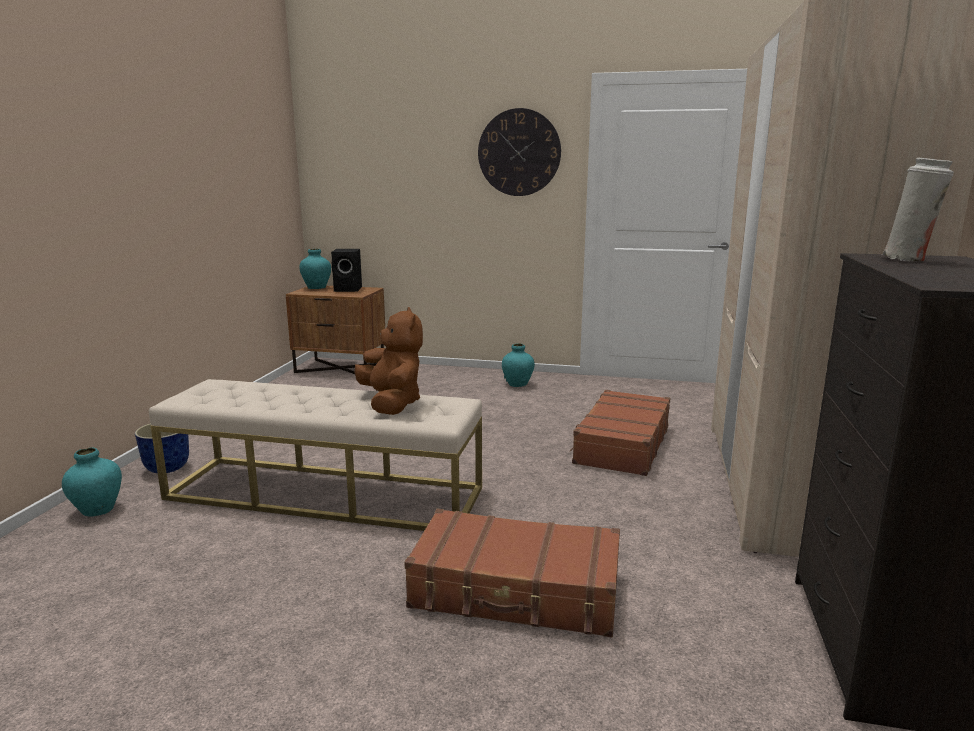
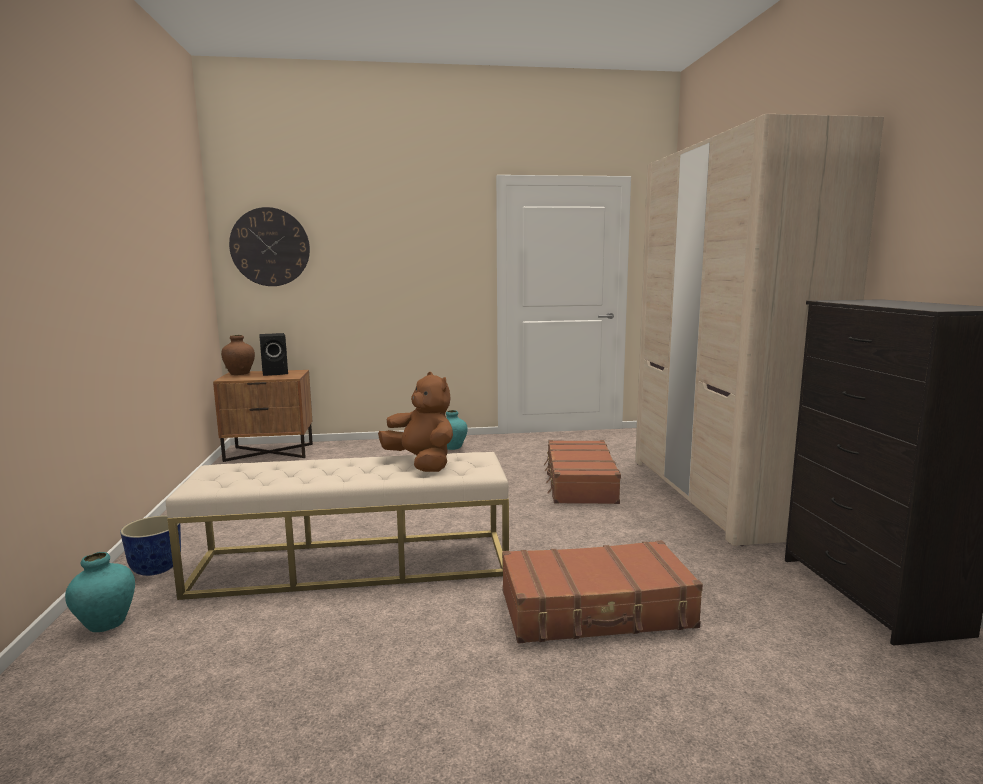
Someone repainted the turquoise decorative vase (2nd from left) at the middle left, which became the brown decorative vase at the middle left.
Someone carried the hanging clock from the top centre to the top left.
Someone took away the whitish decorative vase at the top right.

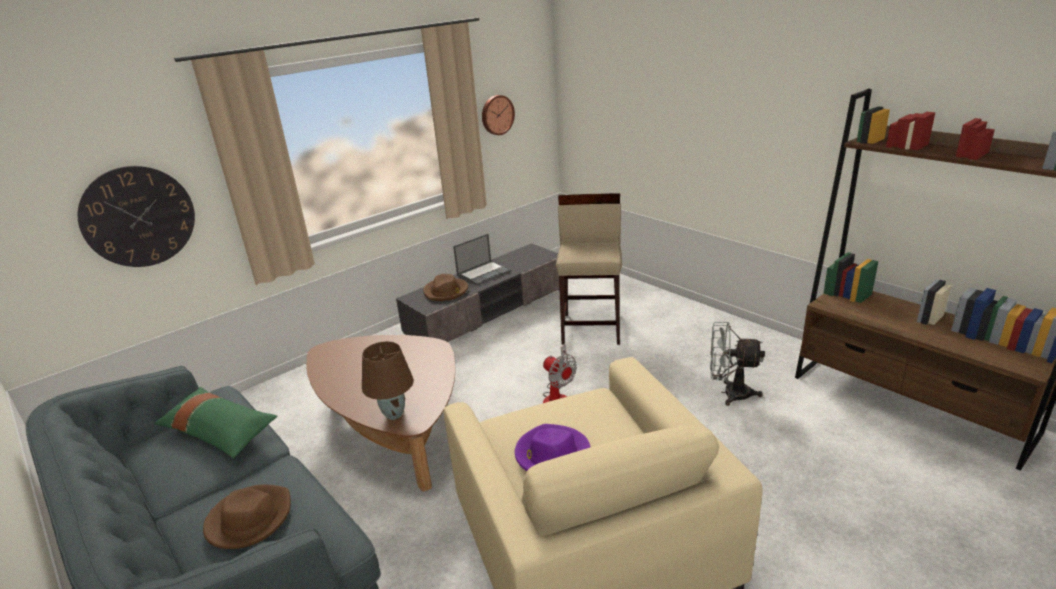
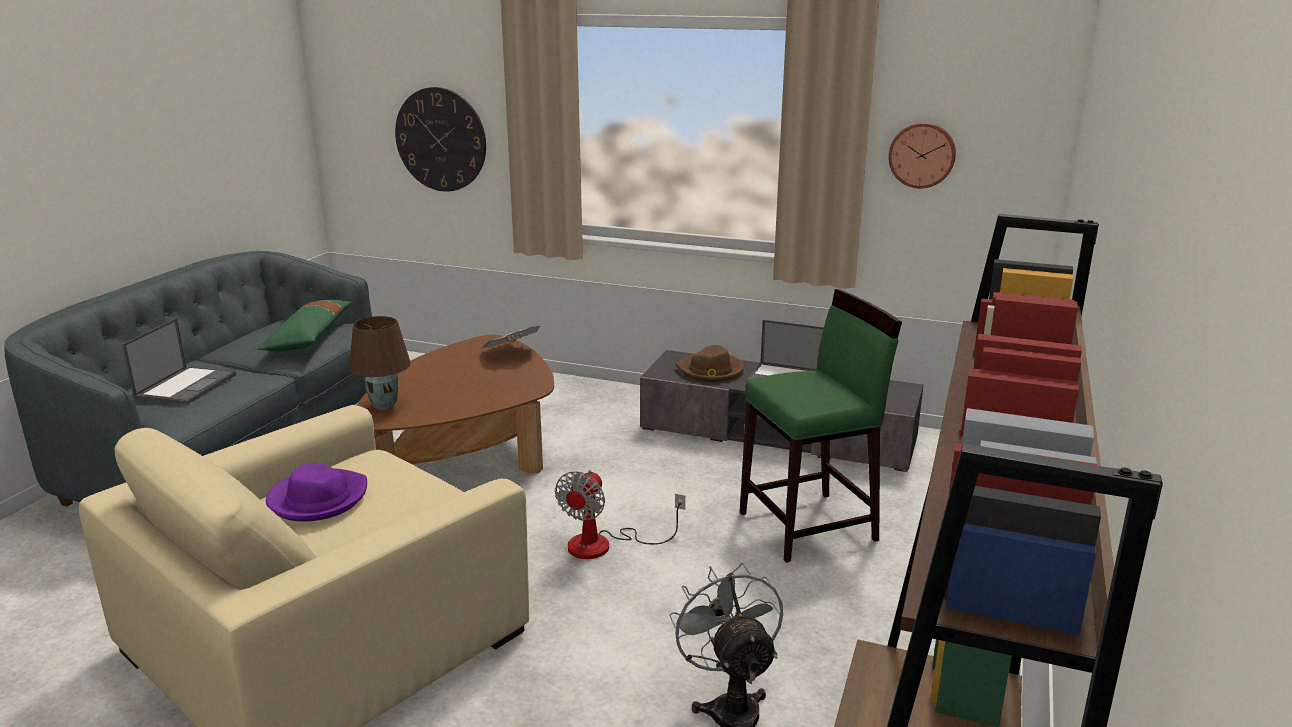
Someone swapped the brown clothing hat (1st from left) at the bottom left for the notebook computer (1st from left) at the middle left.
Someone put down the daily paper at the centre.
Someone repainted the beige-coloured stool at the centre, which became the greenish stool at the centre.

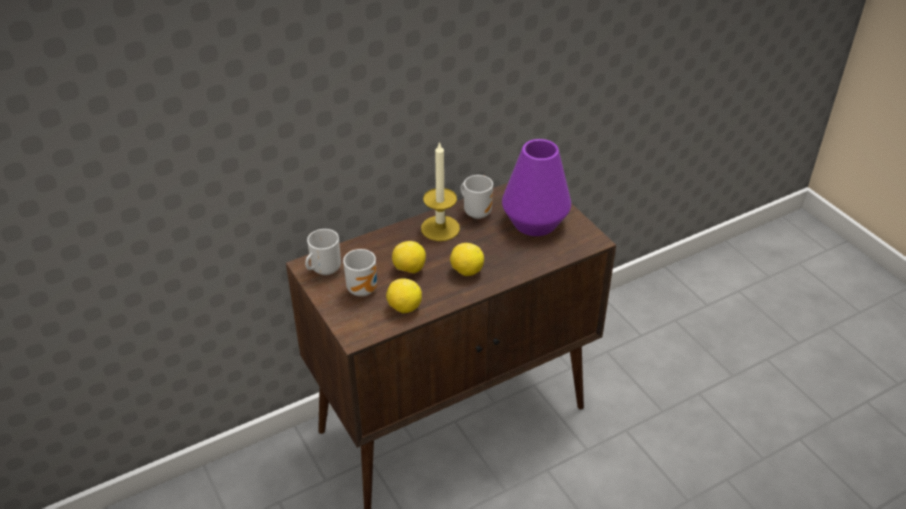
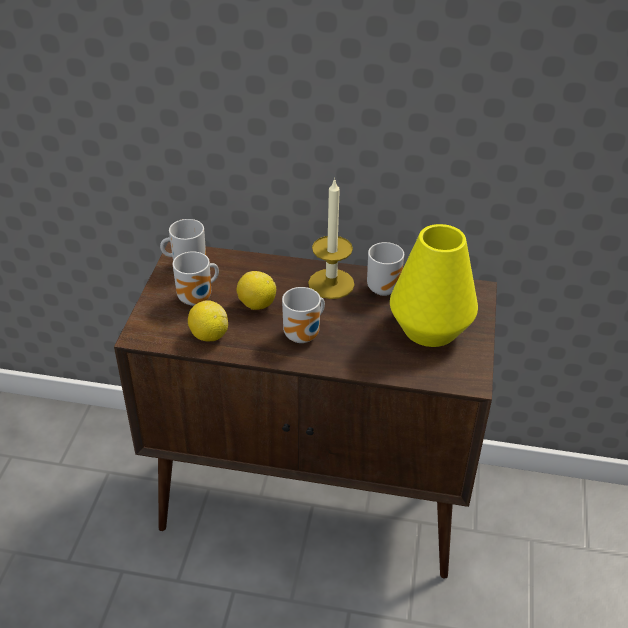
Someone swapped the whole lemon (3rd from left) at the centre for the coffee mug (3rd from left) at the centre.
Someone repainted the purple-coloured decorative vase at the centre, which became the yellow-coloured decorative vase at the middle right.

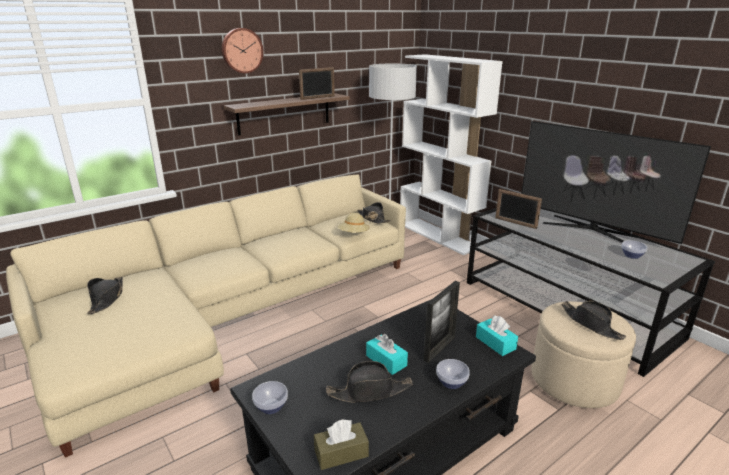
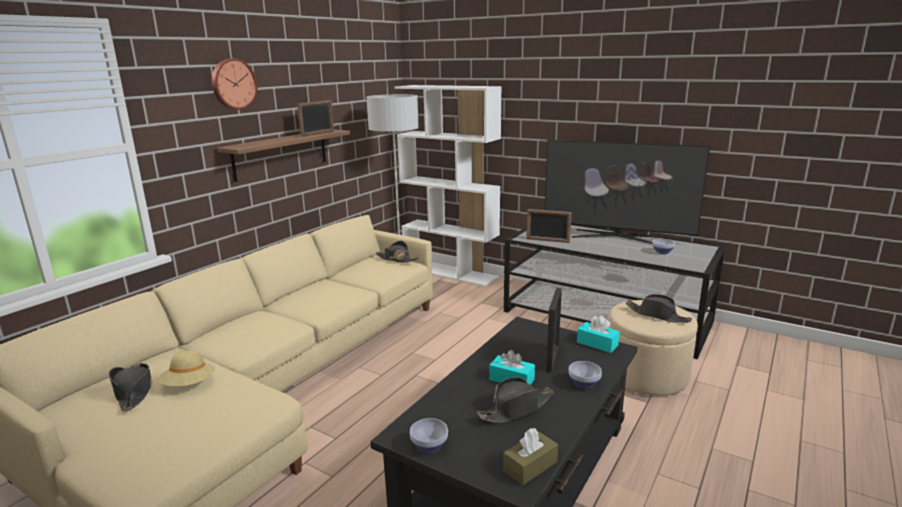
Someone carried the beige-coloured clothing hat from the centre to the bottom left.

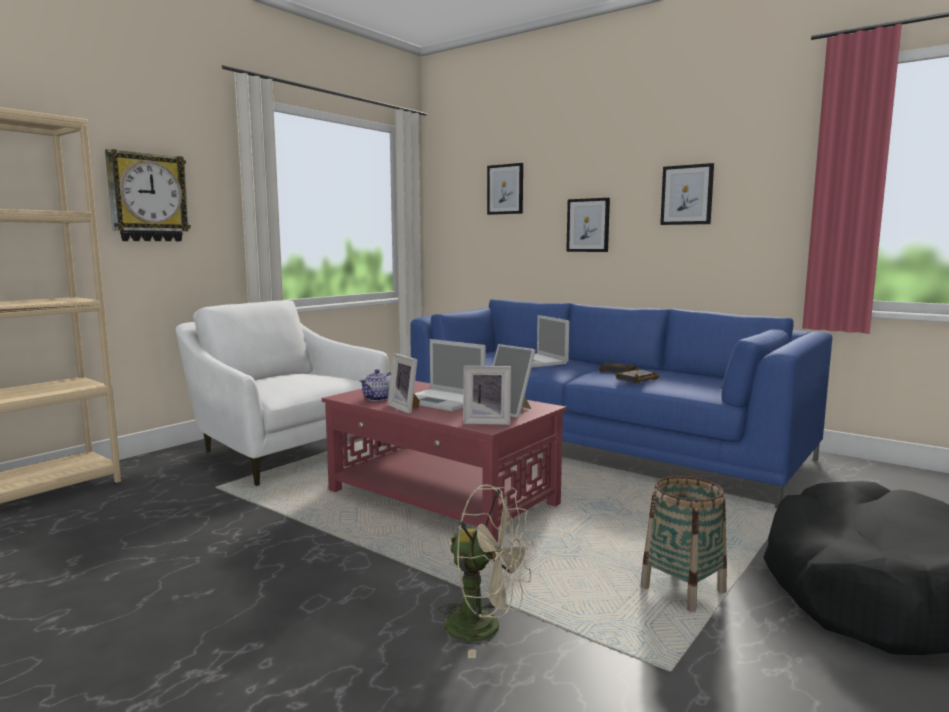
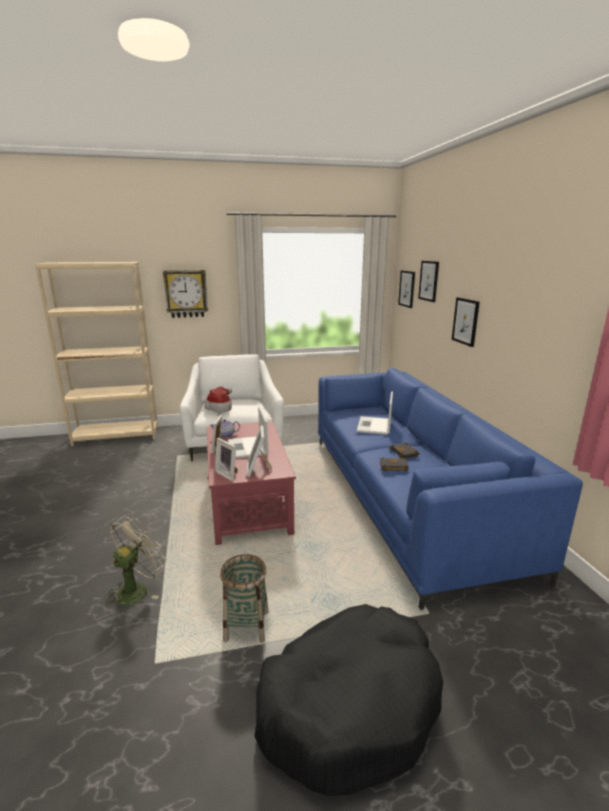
Someone rotated the beige-coloured electric fan at the bottom centre by 120 degrees counterclockwise.
Someone put down the clothing hat at the centre.
Someone carried the picture (3rd from left in the first image) from the top right to the middle right.

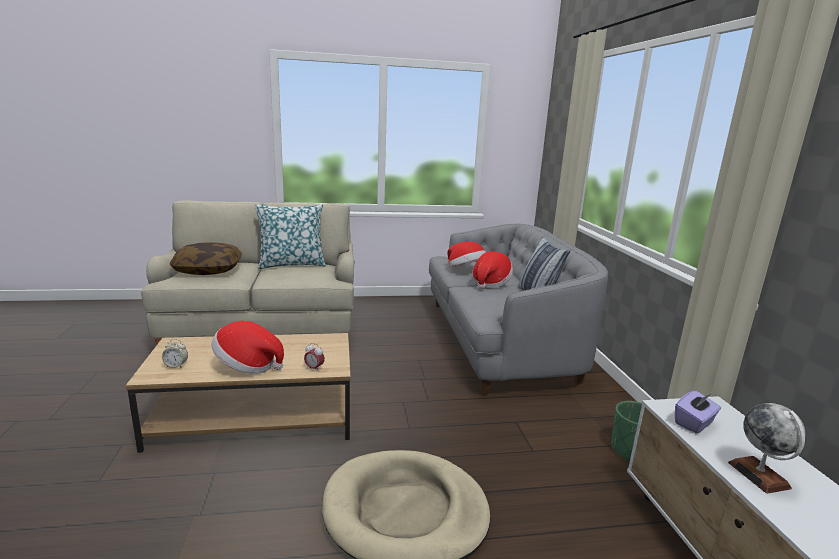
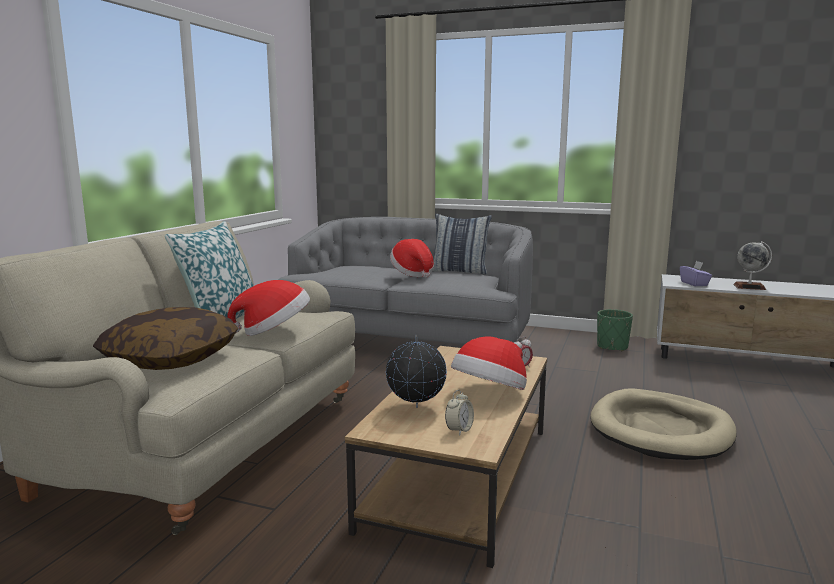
Someone carried the clothing hat (2nd from left in the first image) from the centre to the middle left.
Someone put down the desk globe (1st from left) at the centre.

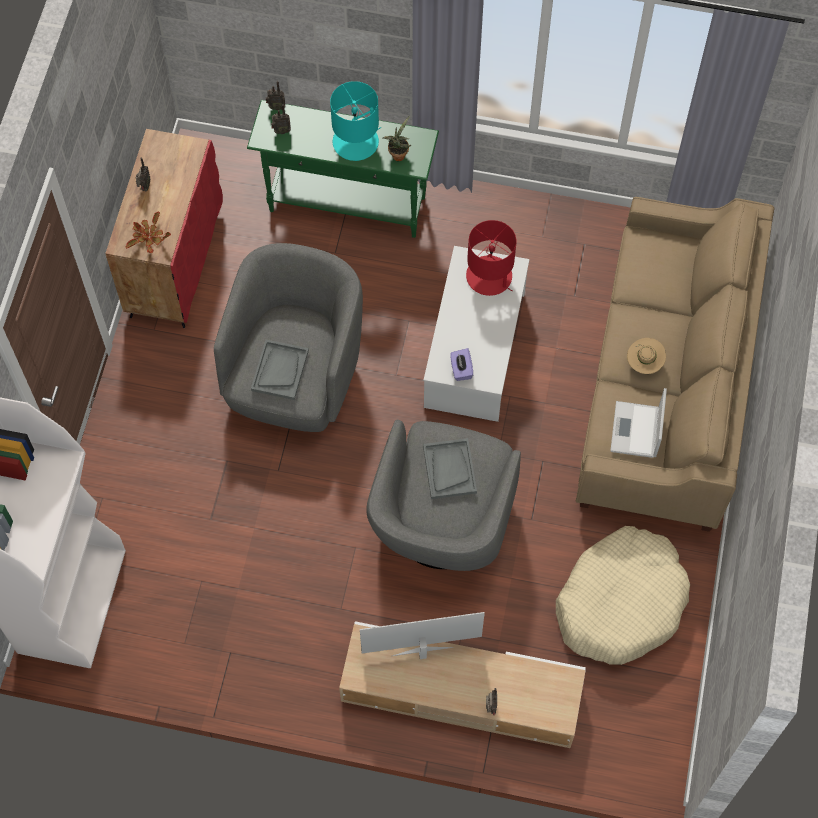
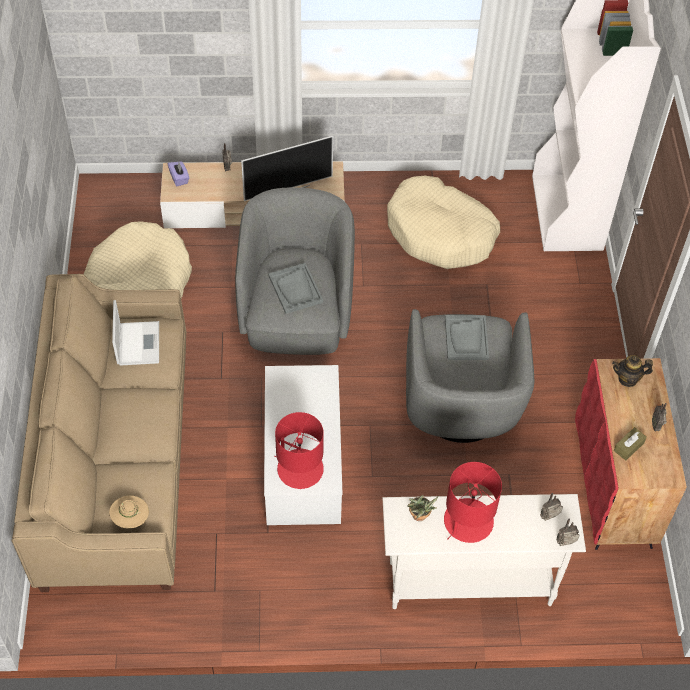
Someone carried the beige-coloured clothing hat from the middle right to the bottom left.
Someone carried the purple-coloured tissue holder from the centre to the top left.
Someone repainted the greenish console table at the top centre, which became the whitish console table at the bottom right.
Someone put down the beige-coloured pet bed (2nd from left) at the top centre.
Someone repainted the turquoise tabletop lamp at the top centre, which became the red-coloured tabletop lamp (2nd from left) at the bottom right.
Someone swapped the houseplant (1st from left) at the top left for the teapot at the middle right.
Someone put down the brown tissue holder at the middle right.

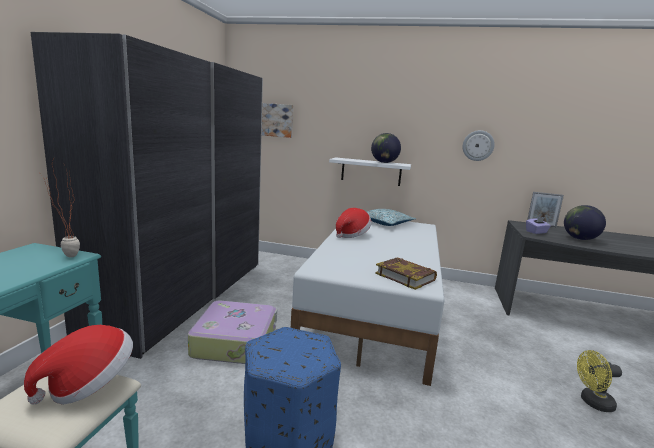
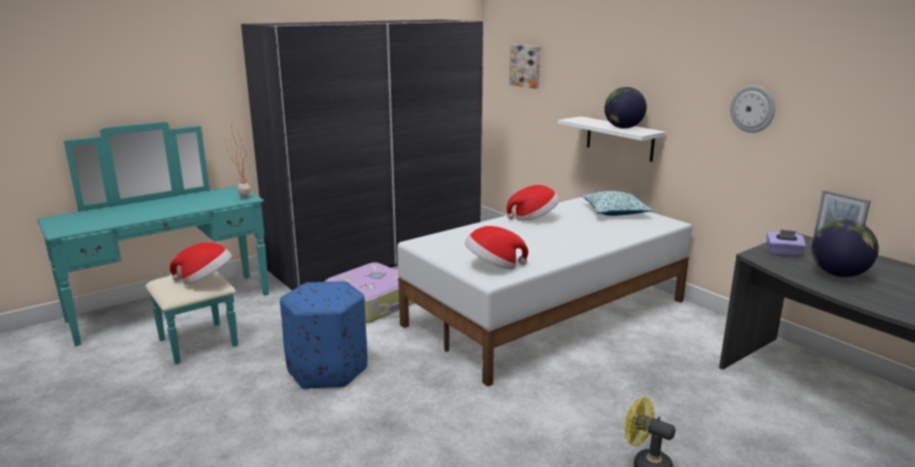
Someone swapped the bound book at the centre for the clothing hat (2nd from left) at the centre.

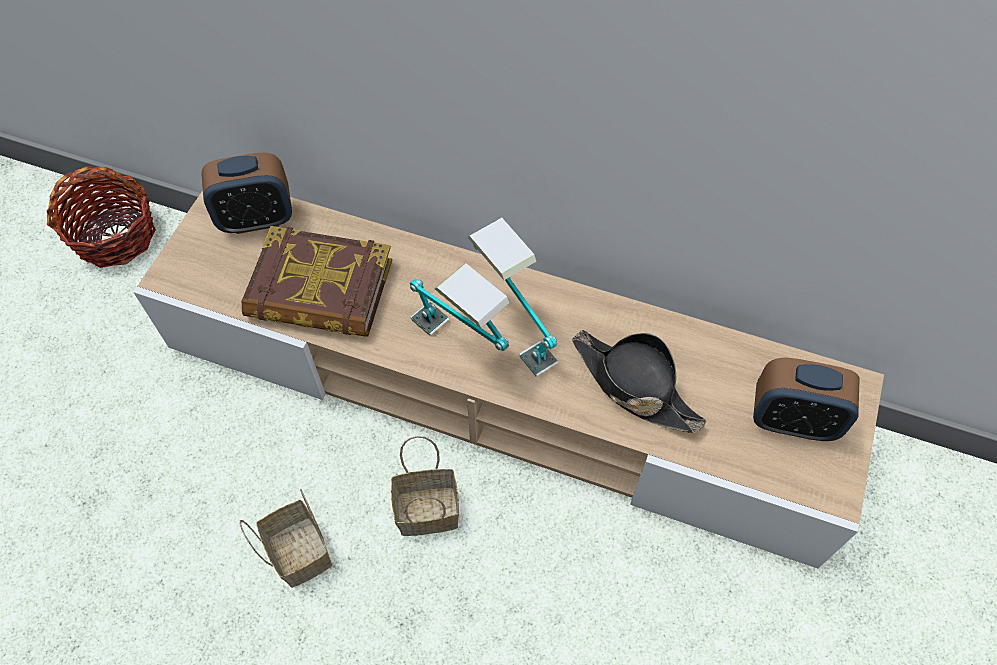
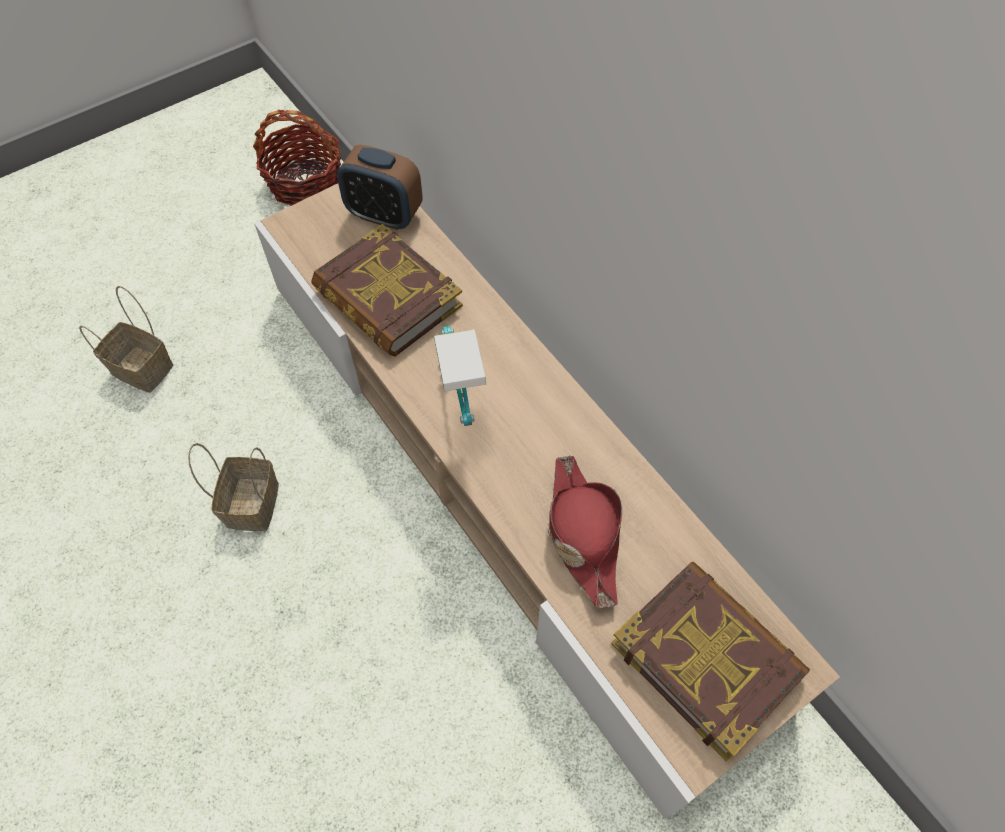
Someone carried the household basket (3rd from left in the first image) from the bottom centre to the middle left.
Someone repainted the black clothing hat at the centre, which became the red-coloured clothing hat at the centre.
Someone swapped the table clock (2nd from left) at the middle right for the bound book (2nd from left) at the bottom right.
Someone took away the tabletop lamp (2nd from left) at the centre.

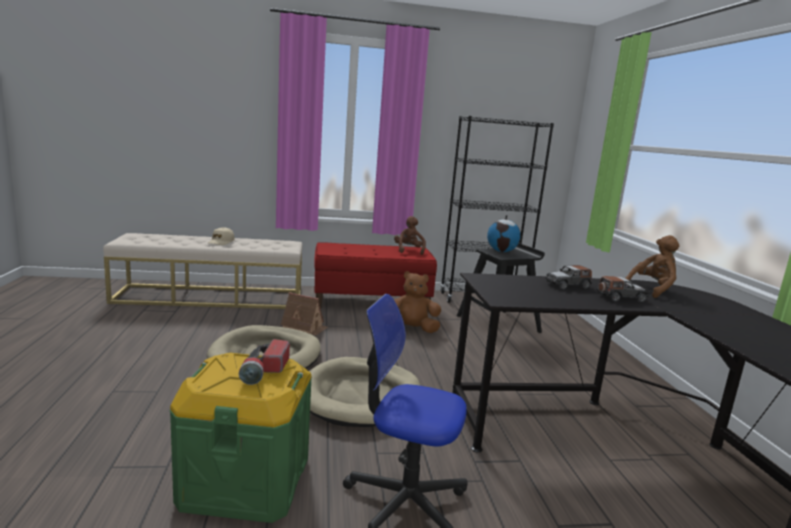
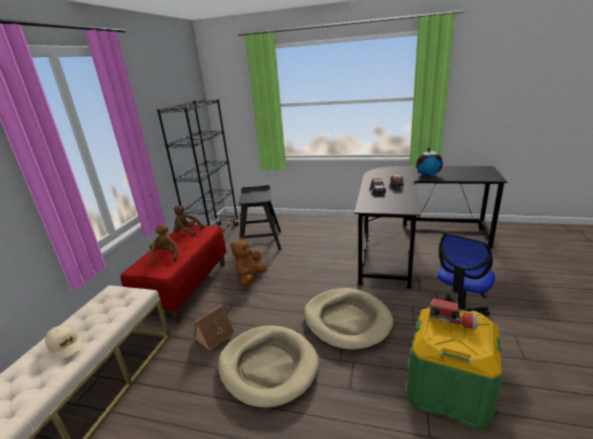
Someone carried the brown cuddly toy (3rd from left in the first image) from the middle right to the middle left.
Someone carried the desk globe from the centre to the middle right.

